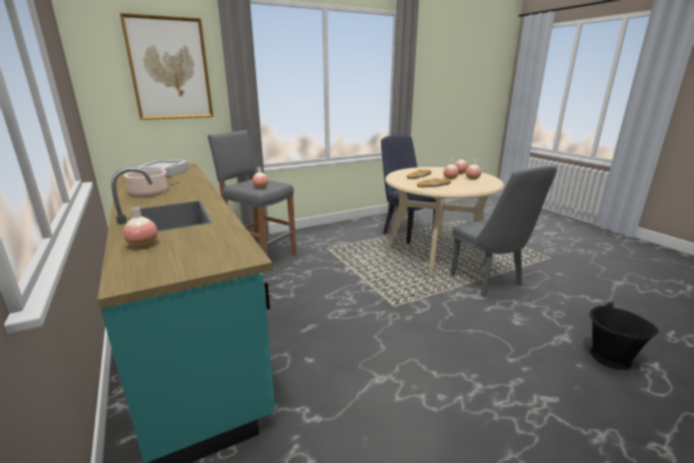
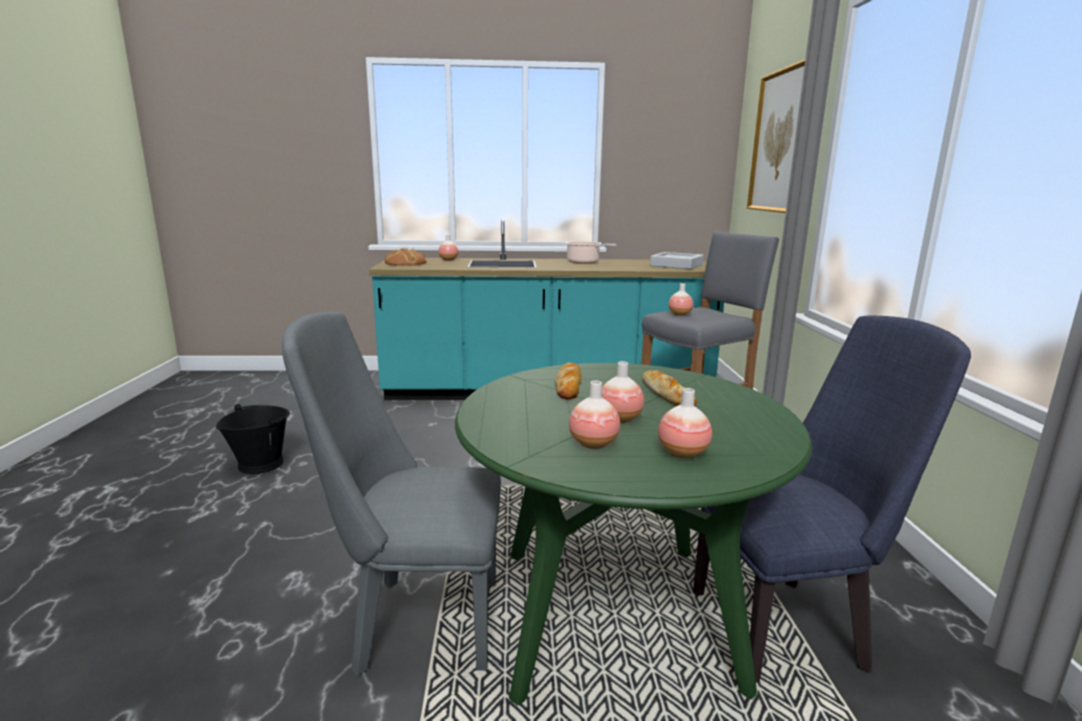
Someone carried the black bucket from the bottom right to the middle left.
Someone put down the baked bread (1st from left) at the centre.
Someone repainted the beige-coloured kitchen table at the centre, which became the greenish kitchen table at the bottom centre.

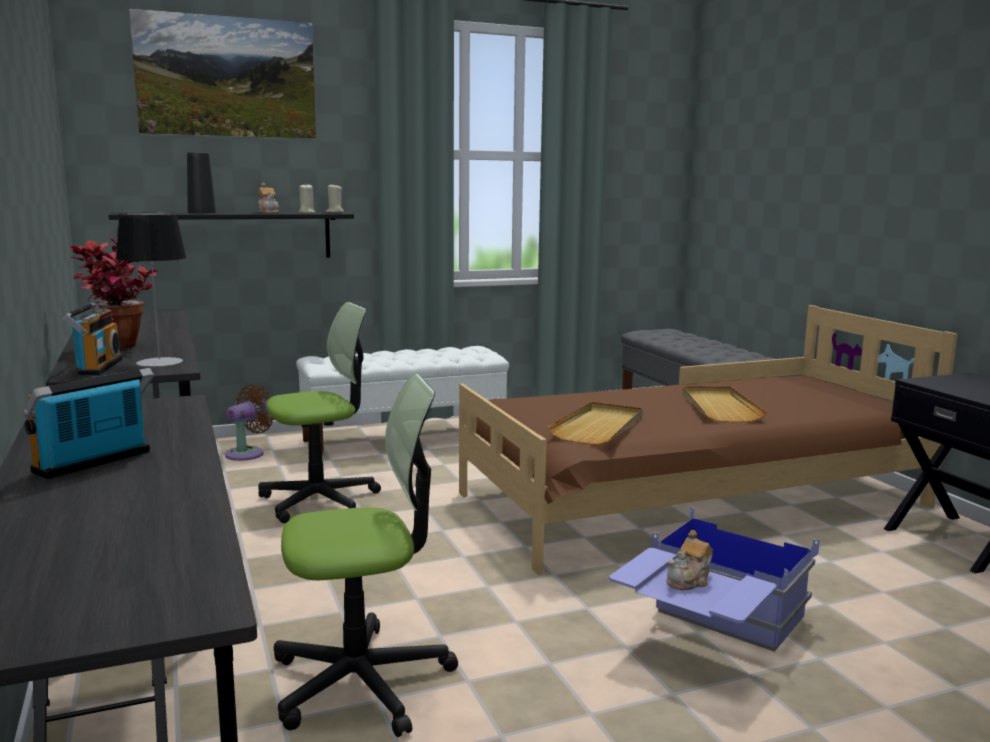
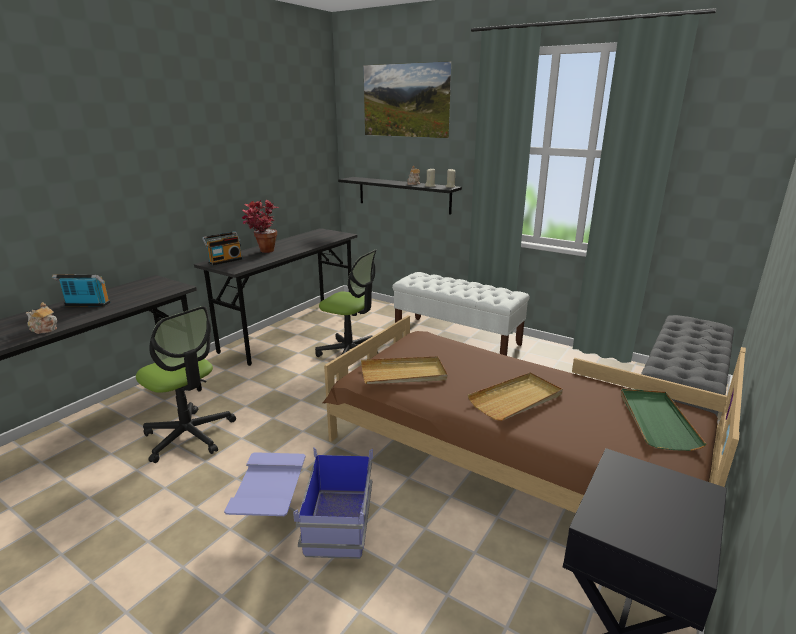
Someone carried the teapot (2nd from left in the first image) from the bottom right to the middle left.
Someone put down the greenish carrying tray at the middle right.
Someone took away the tabletop lamp at the middle left.
Someone took away the black decorative vase at the top left.
Someone took away the brown electric fan at the middle left.

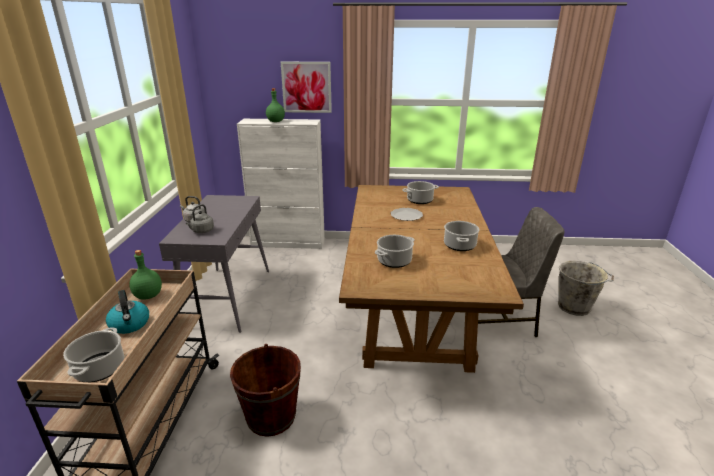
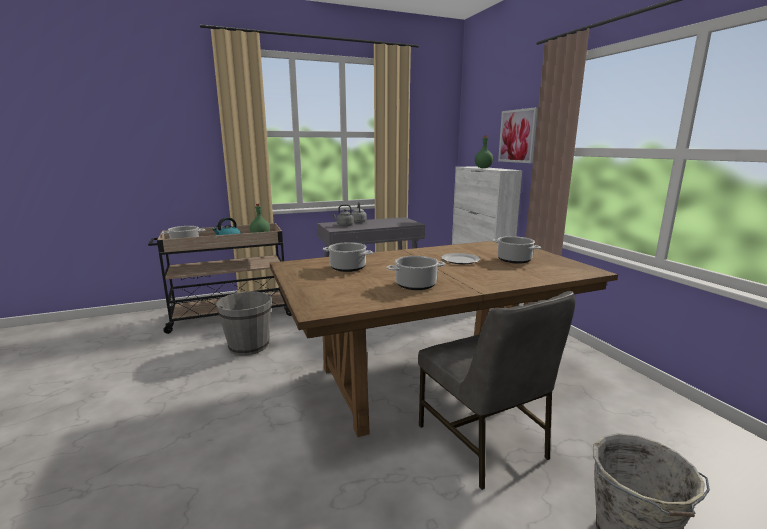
Someone repainted the brown bucket at the bottom centre, which became the grey bucket (1st from left) at the middle left.

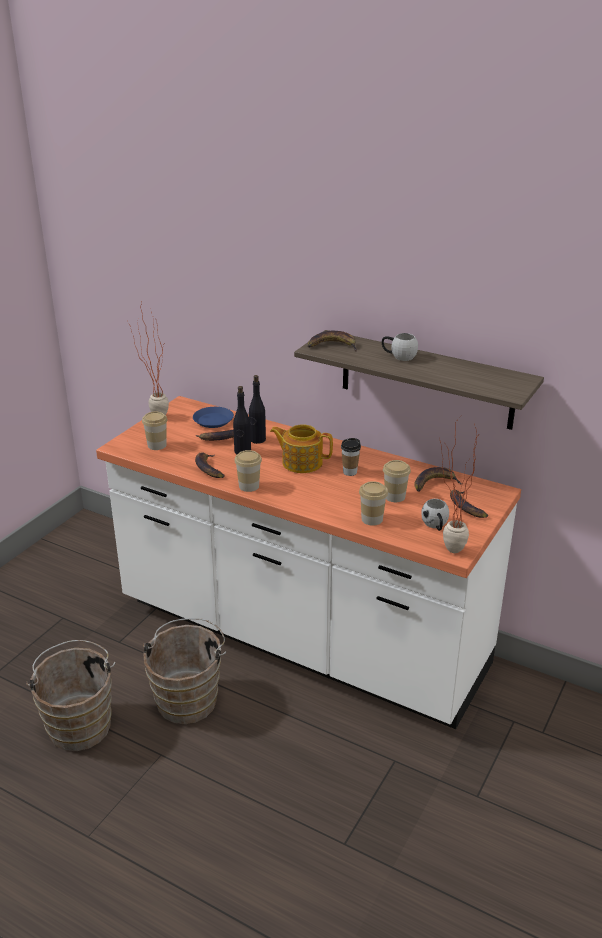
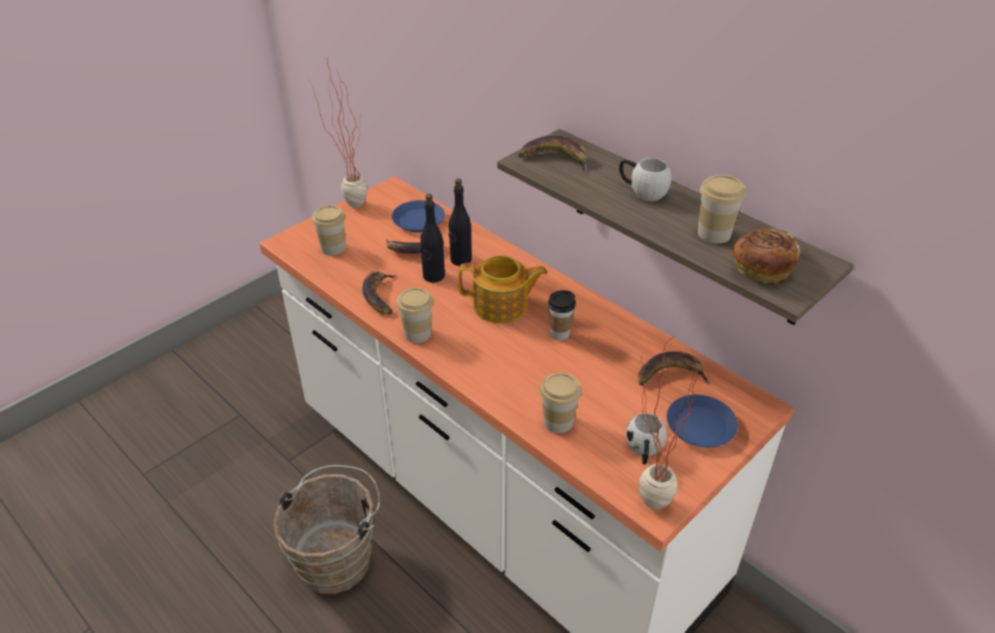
Someone rotated the teapot at the centre by 150 degrees clockwise.
Someone swapped the banana fruit (5th from left) at the middle right for the blue-coloured flat dish (2nd from left) at the middle right.
Someone carried the cup (5th from left) from the centre to the top right.
Someone put down the baked bread at the middle right.
Someone took away the brown bucket (1st from left) at the bottom left.

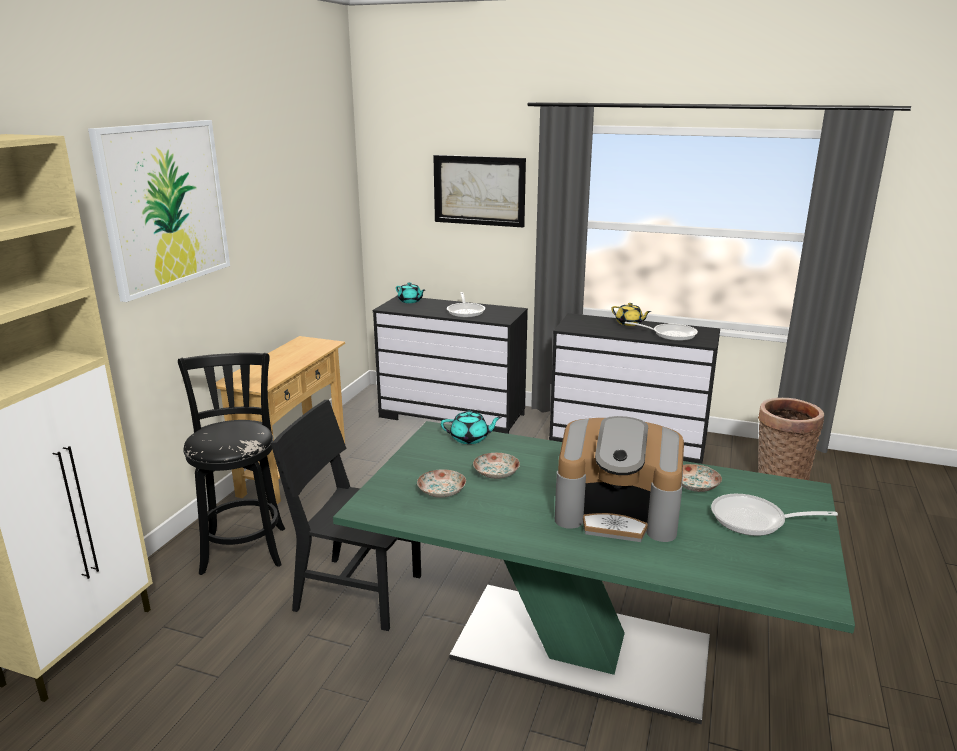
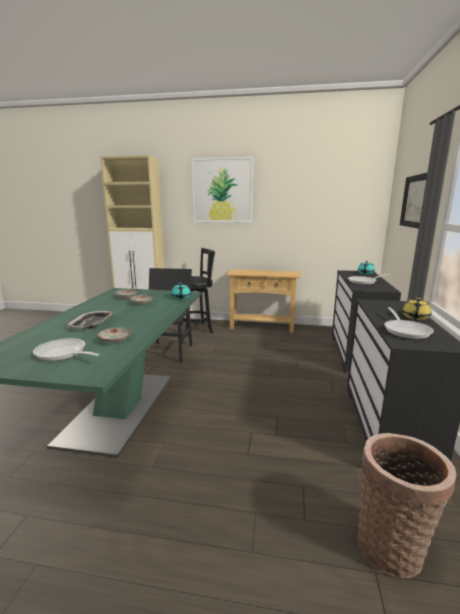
Someone rotated the pan (3rd from left in the first image) at the bottom right by 60 degrees counterclockwise.
Someone swapped the coffee machine at the centre for the carrying tray at the middle left.

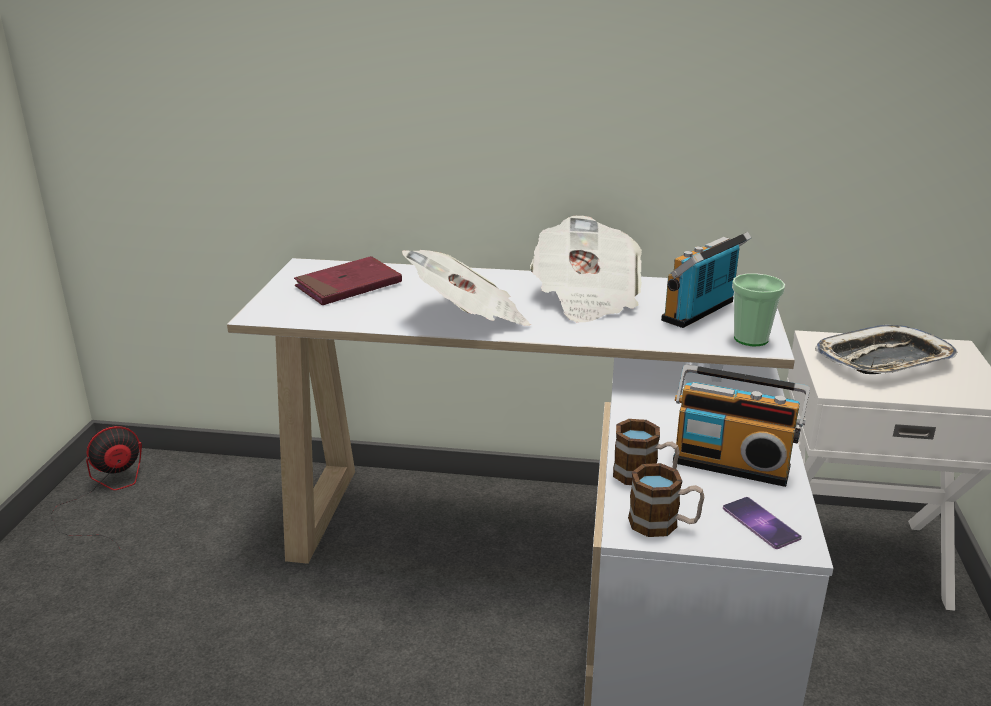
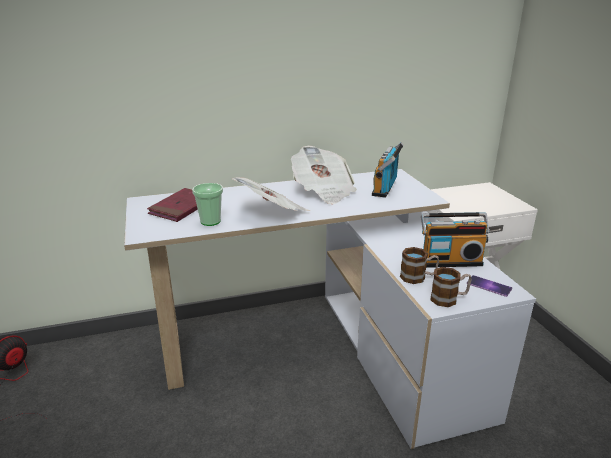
Someone carried the cup from the middle right to the centre.
Someone took away the carrying tray at the middle right.

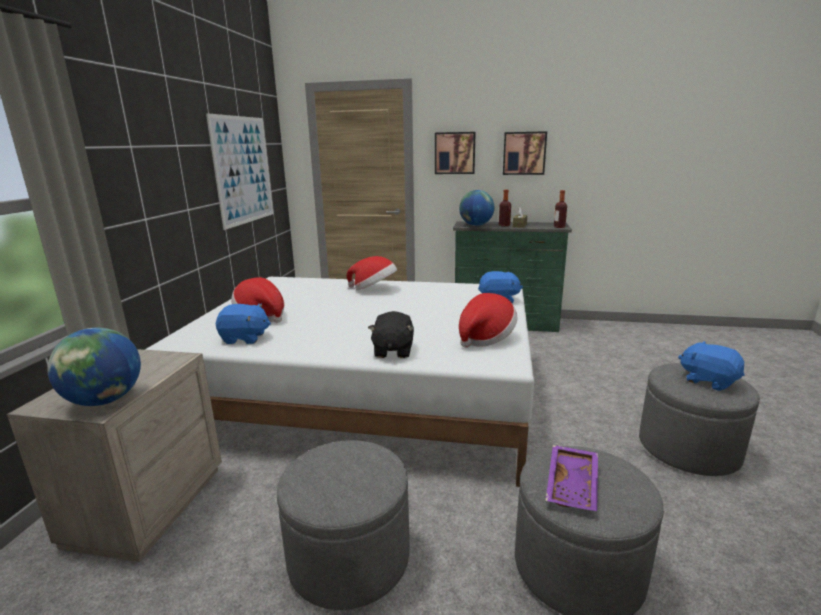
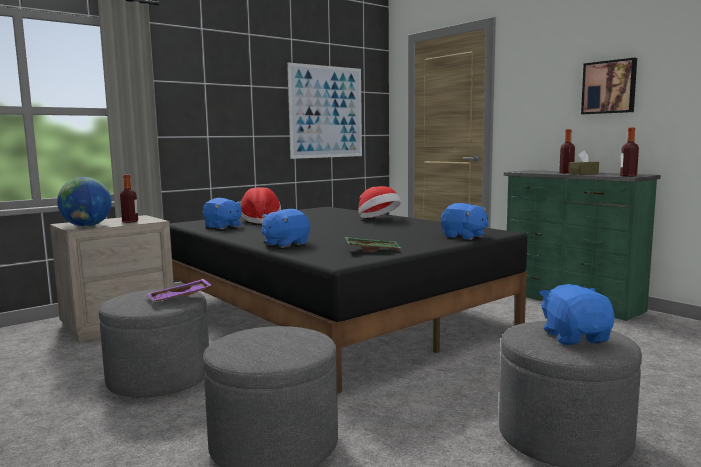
Someone put down the bottle (1st from left) at the middle left.
Someone carried the purple-coloured carrying tray from the bottom right to the middle left.
Someone repainted the whitish bed at the centre, which became the black bed at the centre.
Someone repainted the black cuddly toy at the centre, which became the blue-coloured cuddly toy (2nd from left) at the centre.
Someone swapped the clothing hat (3rd from left) at the centre for the greenish carrying tray at the centre.
Someone took away the picture (2nd from left) at the top centre.
Someone took away the desk globe (2nd from left) at the centre.

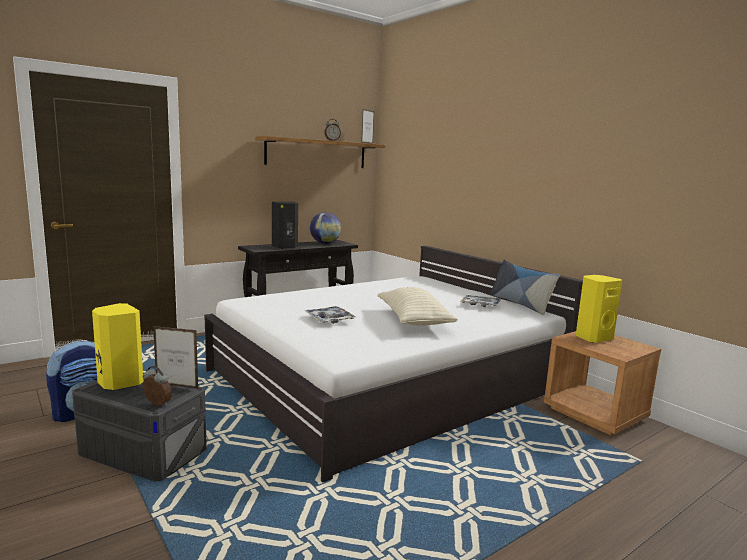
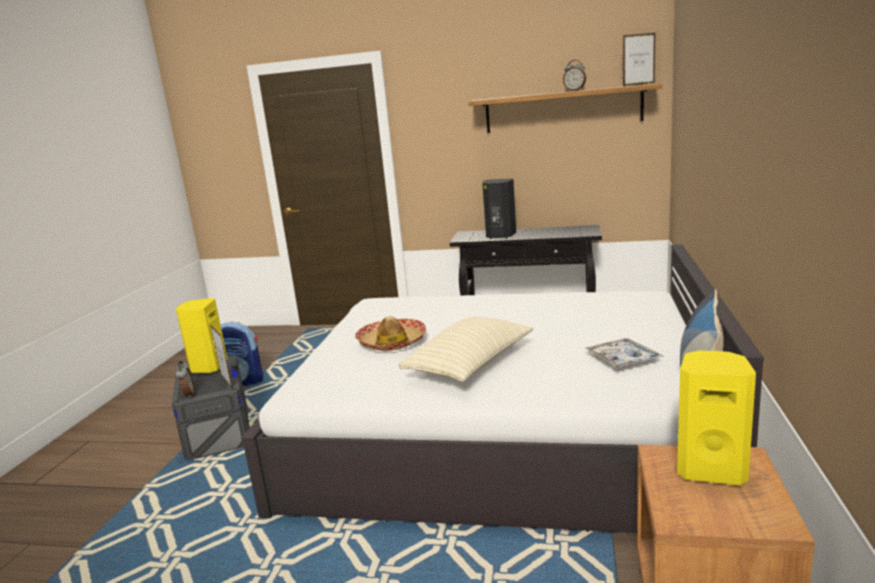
Someone swapped the carrying tray (1st from left) at the centre for the clothing hat at the centre.
Someone took away the desk globe at the centre.

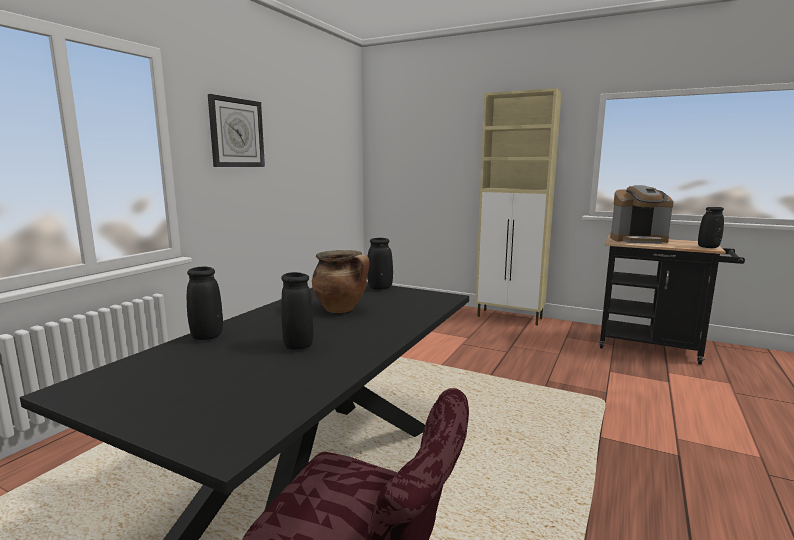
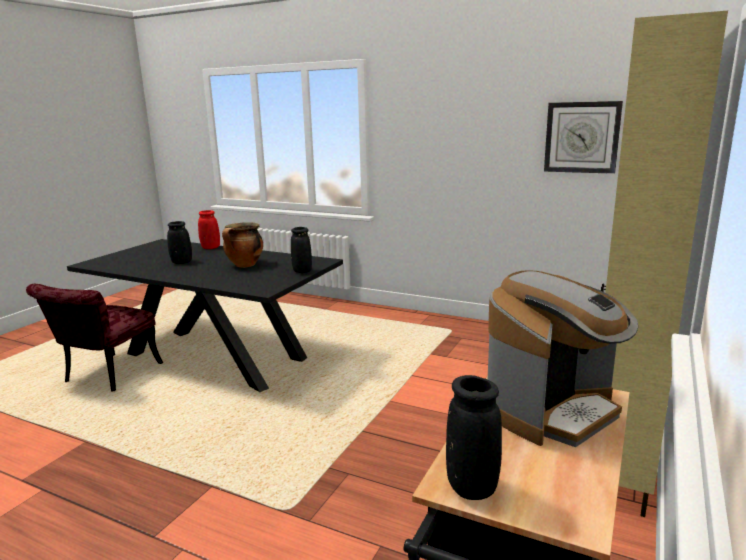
Someone repainted the black decorative vase (1st from left) at the middle left, which became the red-coloured decorative vase at the middle left.
Someone rotated the coffee machine at the middle right by 135 degrees counterclockwise.
Someone carried the hanging clock from the top left to the top right.

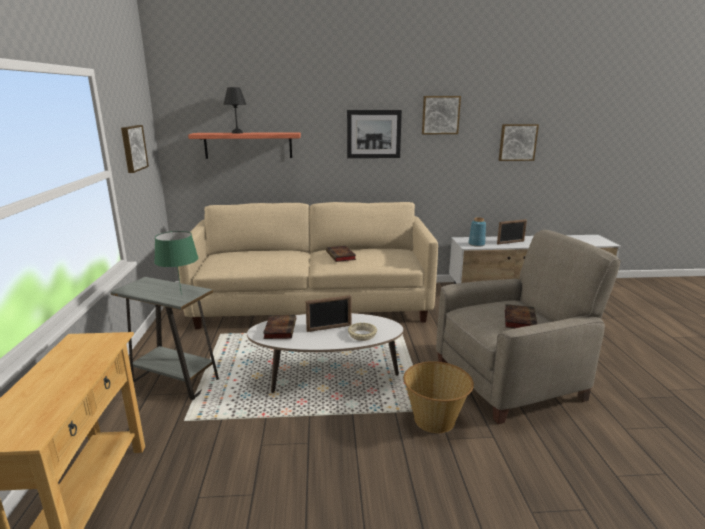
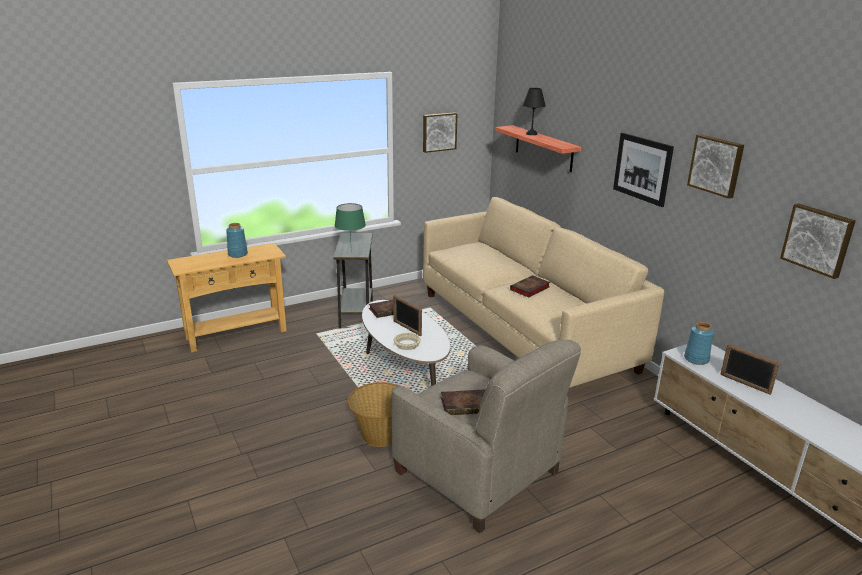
Someone put down the blue-coloured decorative vase (1st from left) at the middle left.

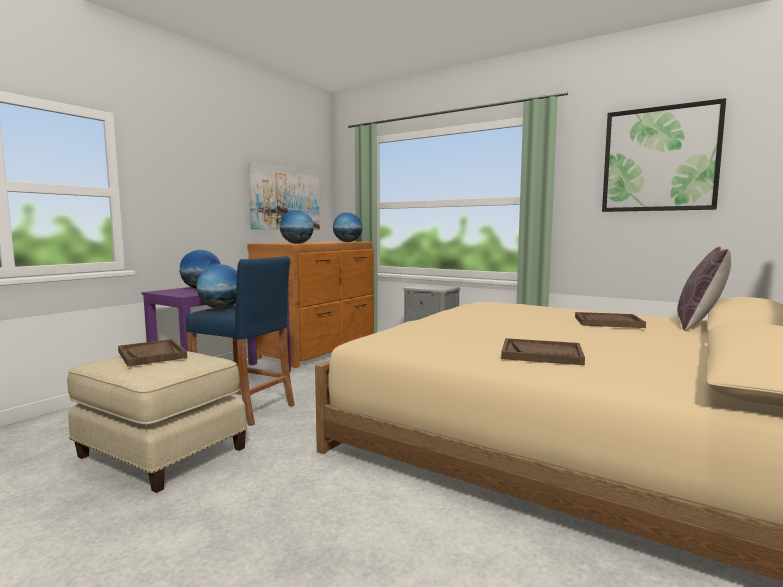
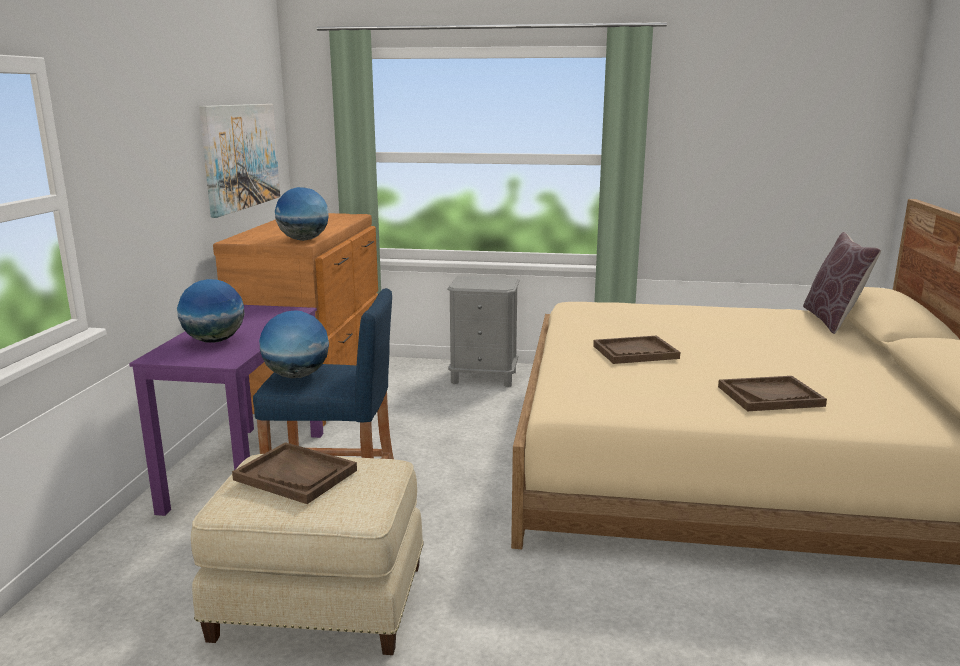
Someone carried the brown carrying tray (3rd from left in the first image) from the middle right to the centre.
Someone took away the desk globe (4th from left) at the centre.
Someone took away the picture (2nd from left) at the top right.

